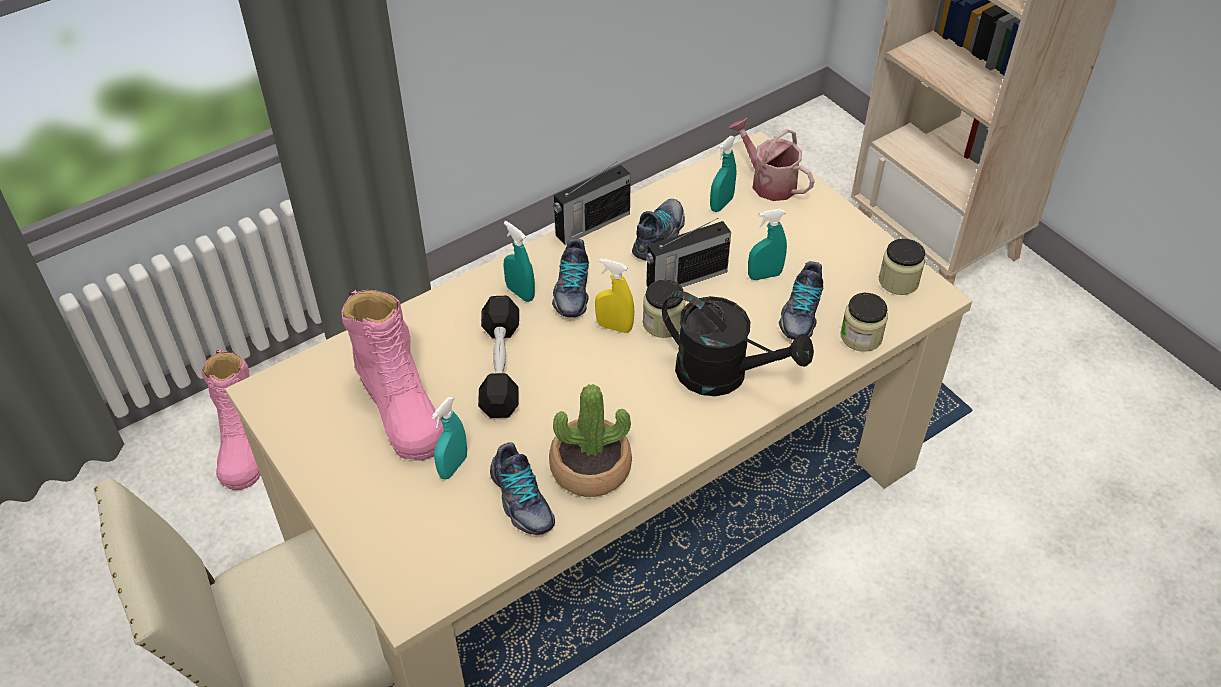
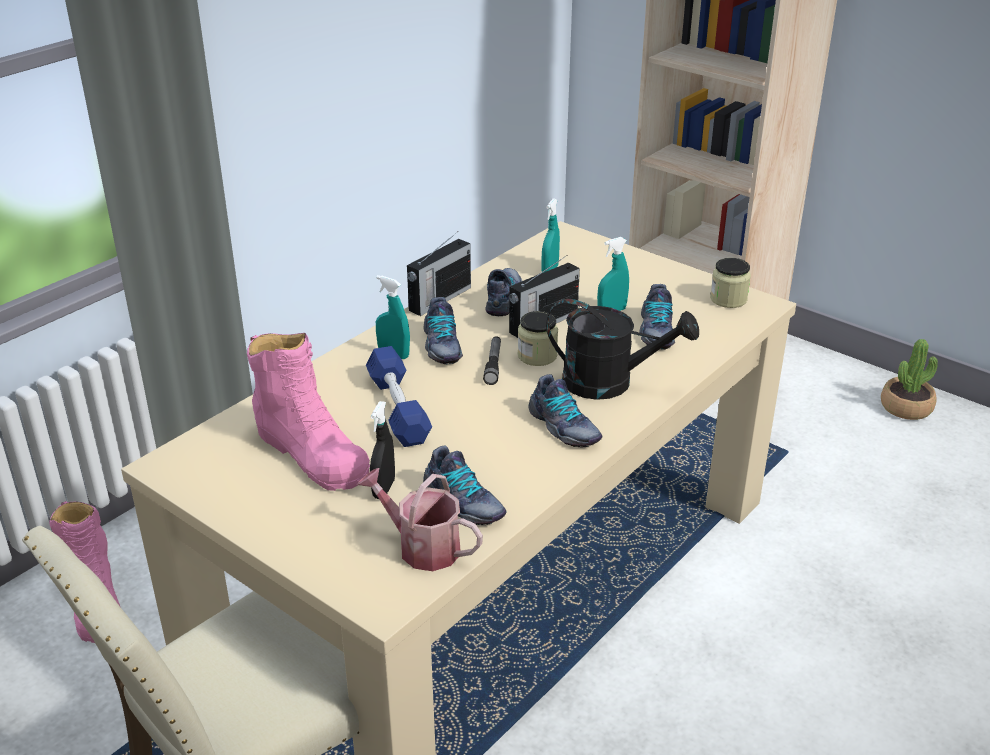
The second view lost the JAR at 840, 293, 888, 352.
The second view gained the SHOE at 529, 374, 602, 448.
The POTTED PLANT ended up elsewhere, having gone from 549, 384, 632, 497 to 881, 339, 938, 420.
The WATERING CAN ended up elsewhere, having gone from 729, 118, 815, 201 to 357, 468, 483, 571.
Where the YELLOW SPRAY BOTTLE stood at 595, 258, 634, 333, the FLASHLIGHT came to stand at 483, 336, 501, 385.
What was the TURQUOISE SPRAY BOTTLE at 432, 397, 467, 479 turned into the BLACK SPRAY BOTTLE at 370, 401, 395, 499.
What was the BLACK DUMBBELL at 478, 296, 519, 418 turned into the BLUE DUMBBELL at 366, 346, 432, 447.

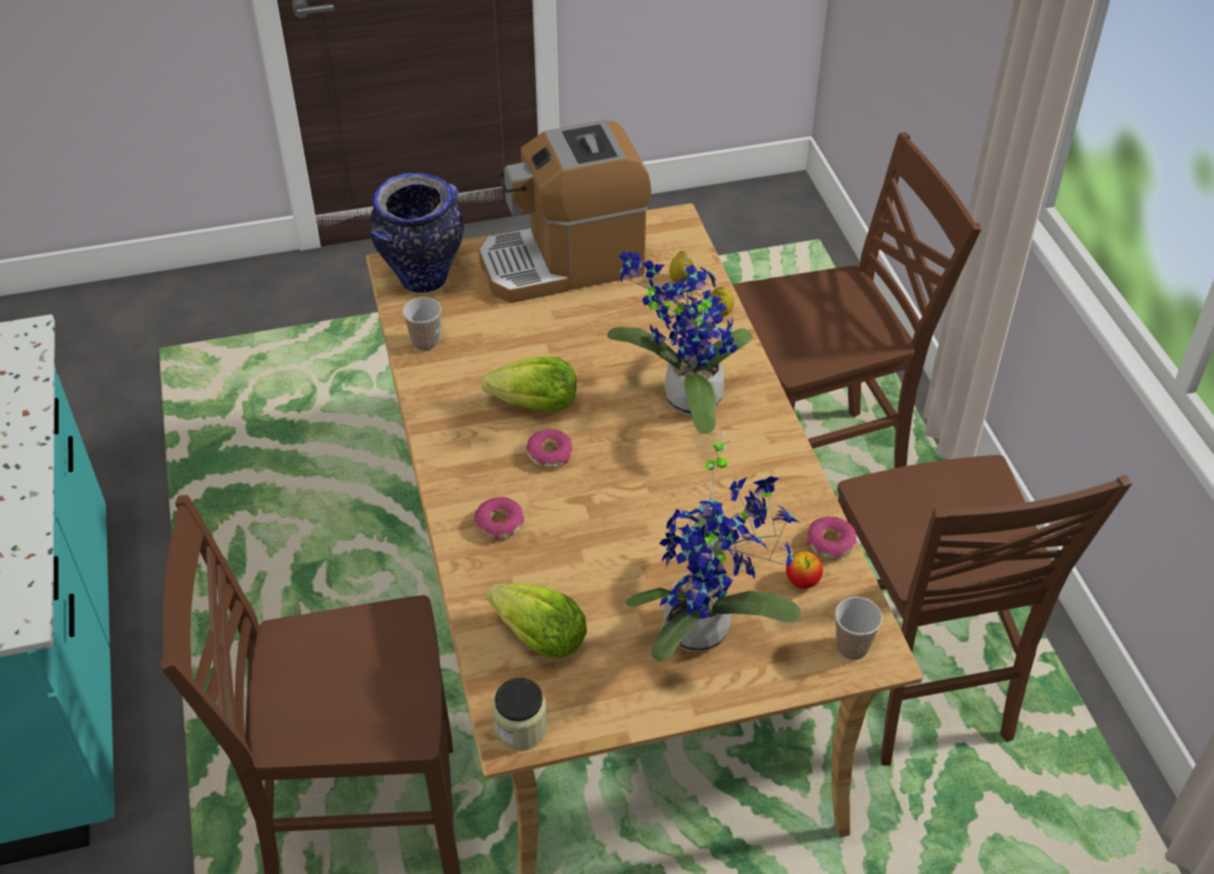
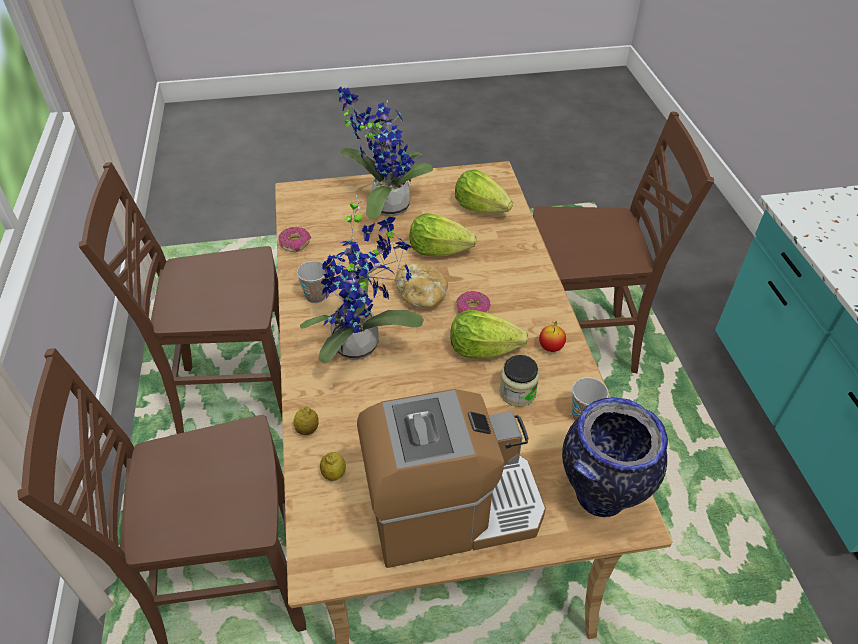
The second view lost the DONUT at 474, 497, 524, 539.
The second view gained the BREAD at 396, 263, 448, 308.
The second view gained the LETTUCE at 410, 213, 477, 256.
The JAR ended up elsewhere, having gone from 492, 678, 547, 751 to 499, 355, 539, 407.
The APPLE ended up elsewhere, having gone from 786, 551, 823, 589 to 539, 321, 566, 352.
The CUP ended up elsewhere, having gone from 835, 597, 883, 660 to 297, 261, 327, 303.
The BROWN CHAIR at 837, 455, 1132, 766 ended up facing another way, 90 degrees counterclockwise from before.

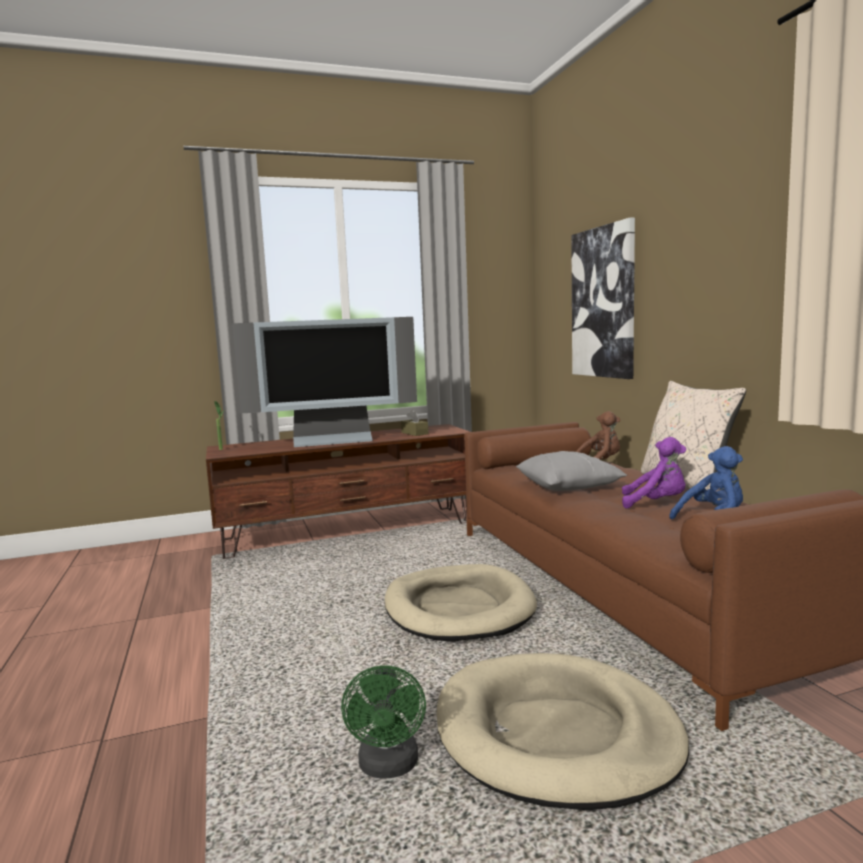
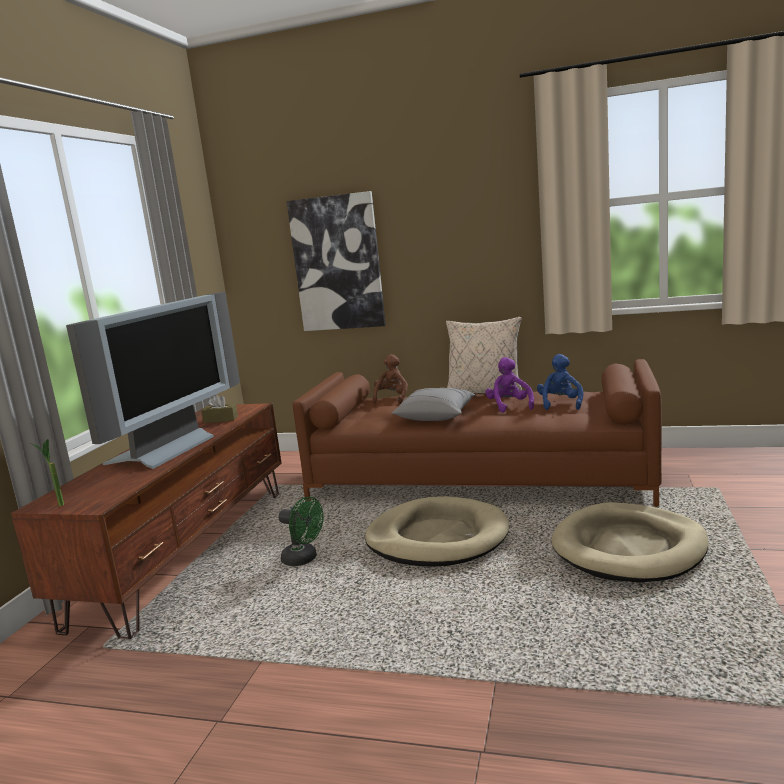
The GREEN FAN ended up elsewhere, having gone from 341, 665, 426, 778 to 278, 497, 324, 566.
The PURPLE PLUSH TOY at 622, 437, 686, 509 ended up facing another way, 60 degrees counterclockwise from before.

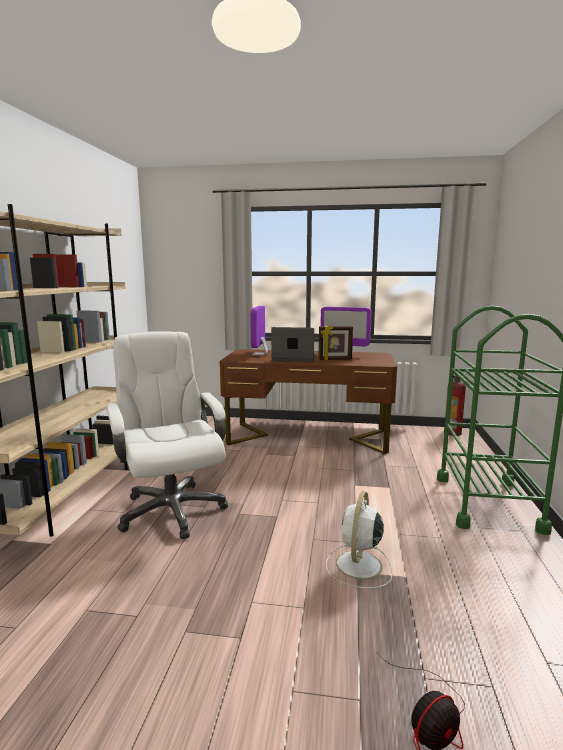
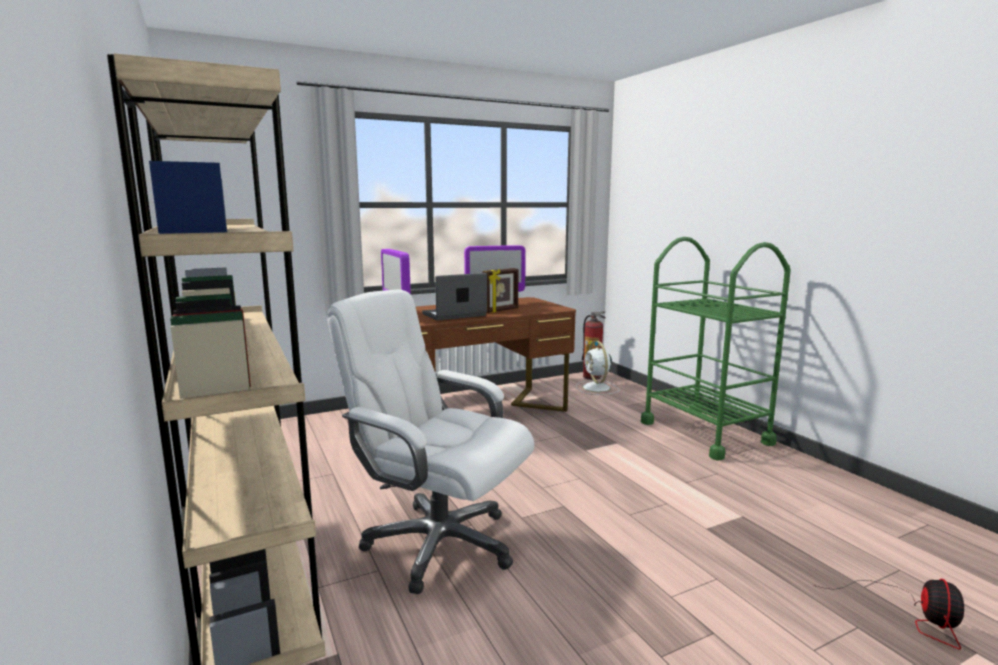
The WHITE FAN ended up elsewhere, having gone from 326, 491, 393, 589 to 576, 341, 619, 395.

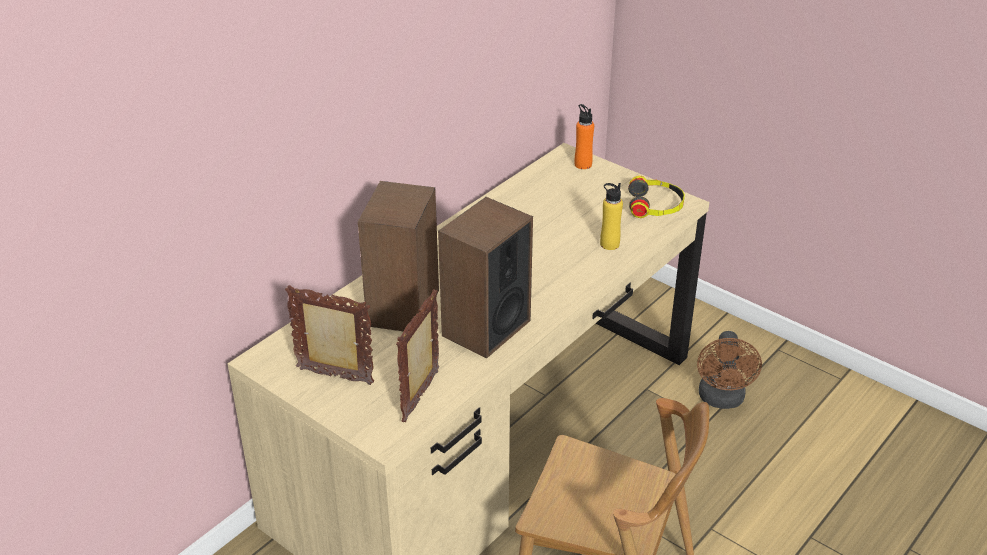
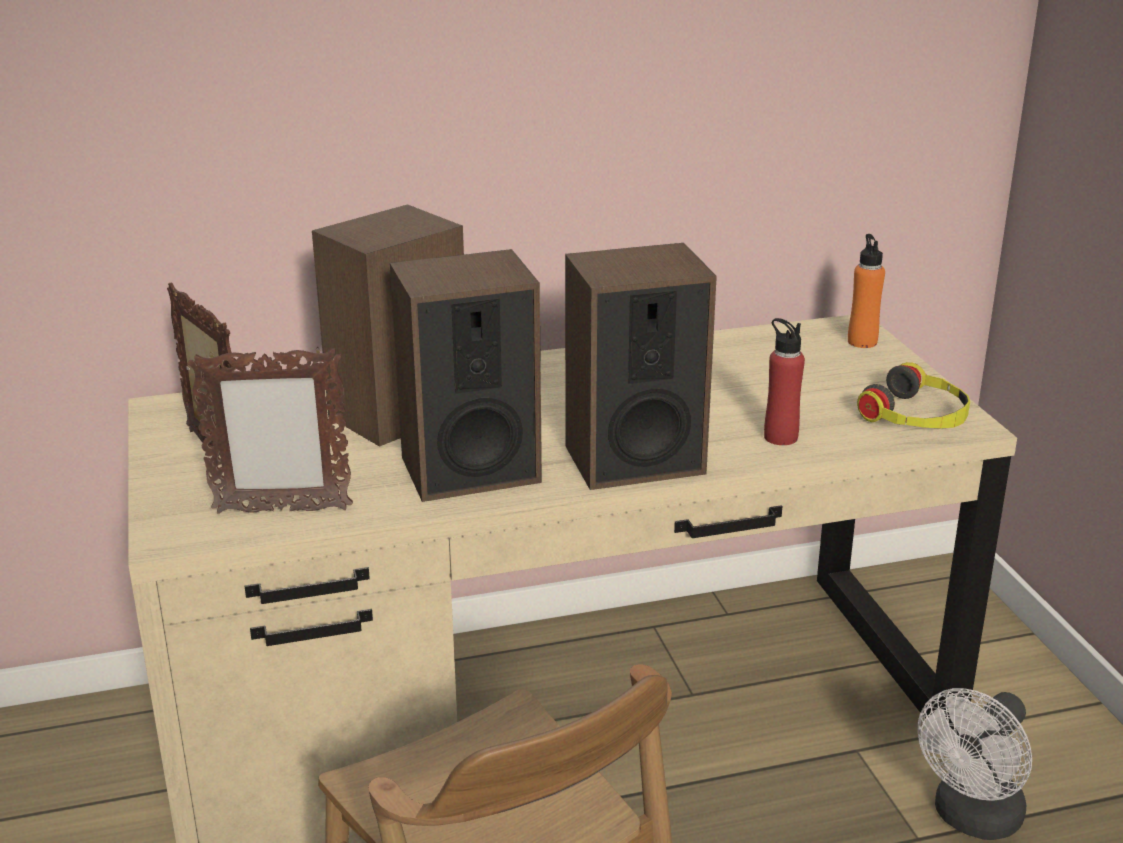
The second view gained the SPEAKER at 565, 243, 717, 490.
What was the YELLOW BOTTLE at 600, 183, 623, 250 turned into the RED BOTTLE at 764, 318, 805, 445.
What was the BROWN FAN at 697, 331, 762, 409 turned into the WHITE FAN at 918, 688, 1032, 840.
The PICTURE FRAME at 396, 289, 439, 422 ended up facing another way, 150 degrees counterclockwise from before.

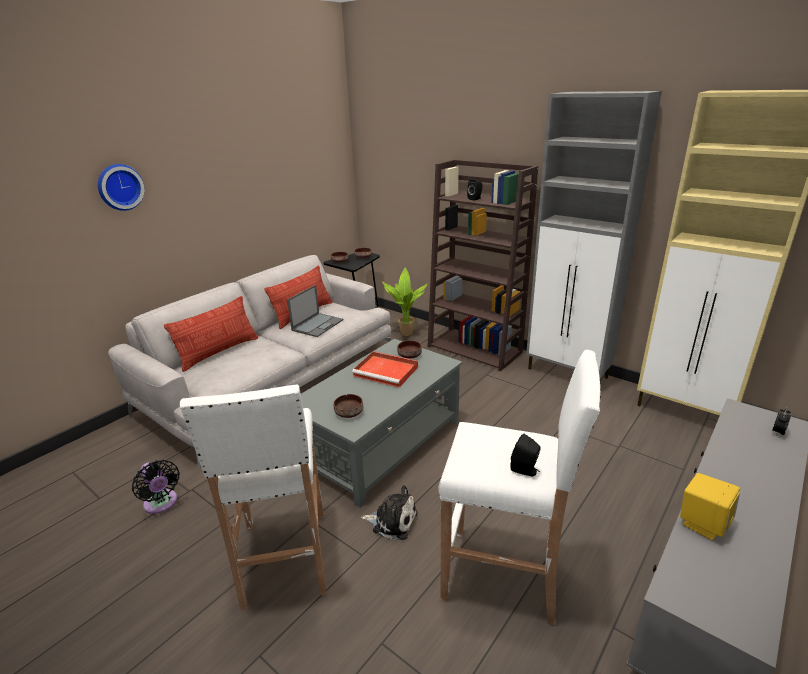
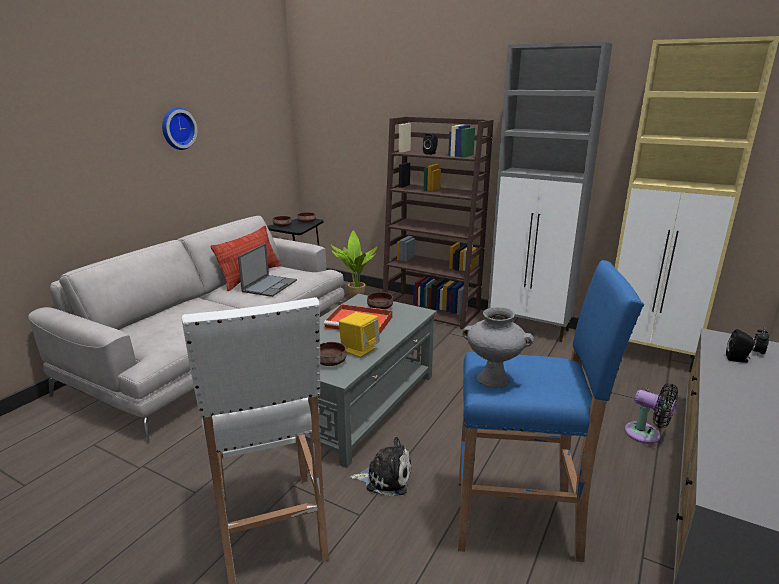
The second view lost the PILLOW at 164, 296, 259, 372.
The second view gained the GREY VASE at 462, 307, 534, 388.
The WALL CLOCK ended up elsewhere, having gone from 98, 164, 145, 211 to 162, 107, 197, 150.
The BLACK FAN ended up elsewhere, having gone from 132, 460, 180, 514 to 625, 384, 678, 444.
The BLACK SPEAKER ended up elsewhere, having gone from 511, 433, 541, 477 to 726, 329, 755, 363.
The YELLOW SPEAKER ended up elsewhere, having gone from 680, 473, 740, 541 to 339, 312, 380, 357.
What was the WHITE STOOL at 438, 350, 601, 625 turned into the BLUE STOOL at 458, 260, 644, 562.

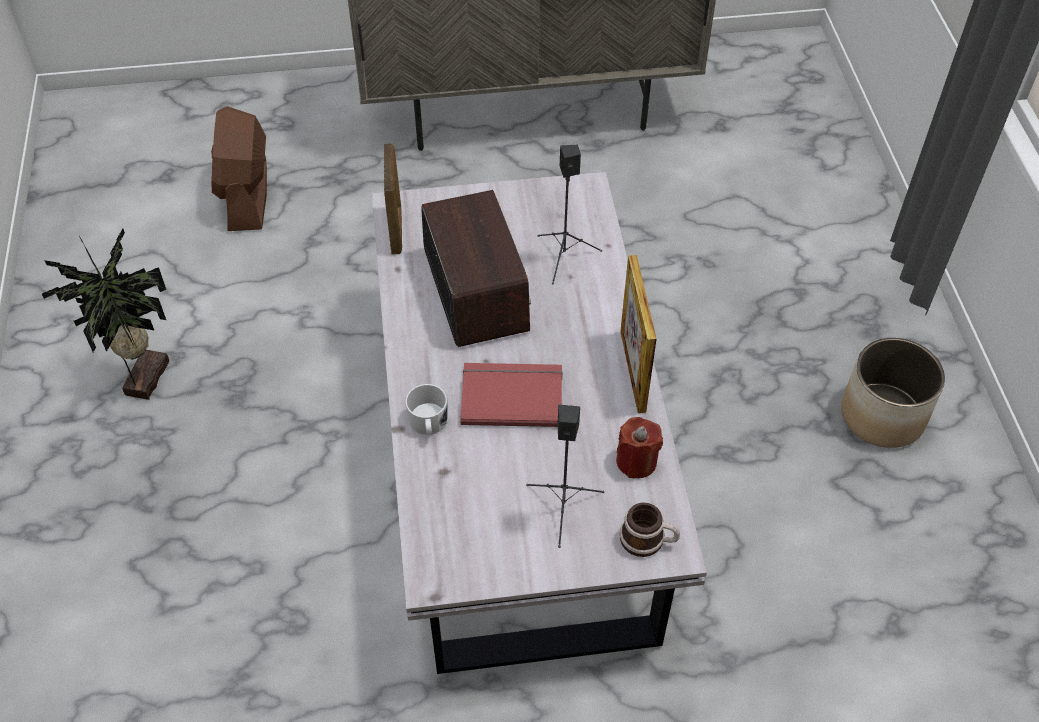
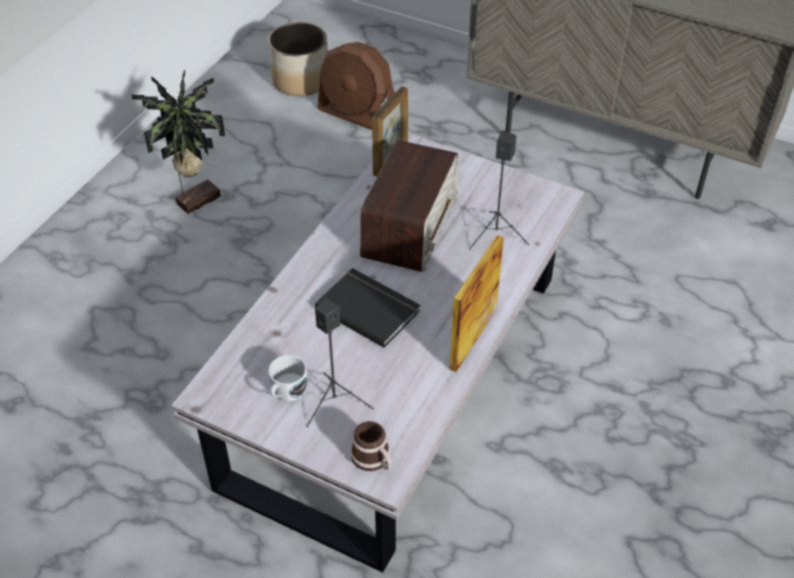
The second view lost the RED CANDLE at 616, 417, 663, 478.
The WHITE MUG ended up elsewhere, having gone from 405, 384, 447, 435 to 268, 355, 307, 401.
The PLANTER ended up elsewhere, having gone from 841, 338, 945, 448 to 268, 22, 328, 96.
What was the RED BOOK at 460, 363, 562, 427 turned into the BLACK BOOK at 315, 268, 420, 348.
The BROWN FAN at 211, 106, 267, 231 ended up facing another way, 90 degrees counterclockwise from before.

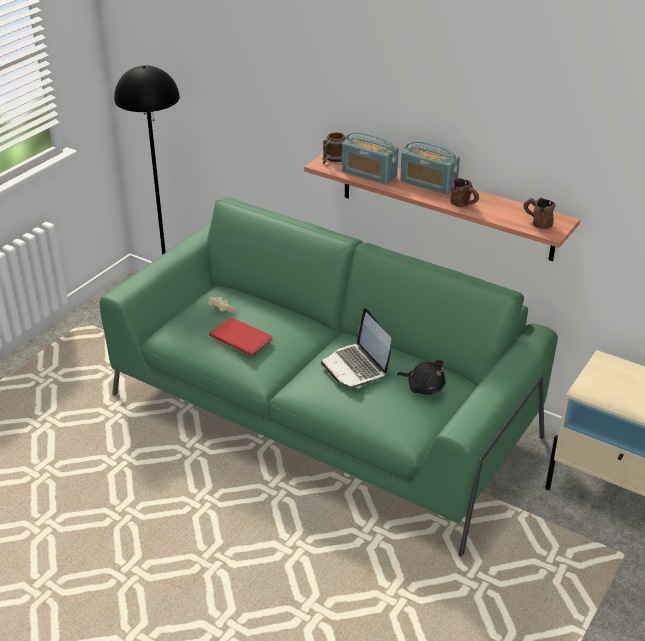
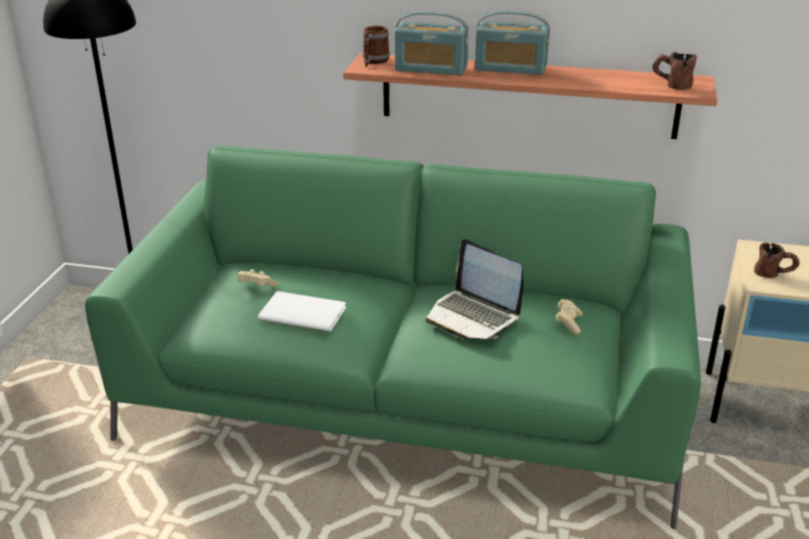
The BROWN MUG ended up elsewhere, having gone from 450, 178, 479, 207 to 754, 242, 800, 278.
Where the BLACK PLUSH TOY stood at 397, 360, 446, 395, the BEIGE GAME CONTROLLER came to stand at 556, 299, 583, 335.
What was the RED BOOK at 209, 317, 273, 356 turned into the WHITE BOOK at 258, 291, 346, 331.

